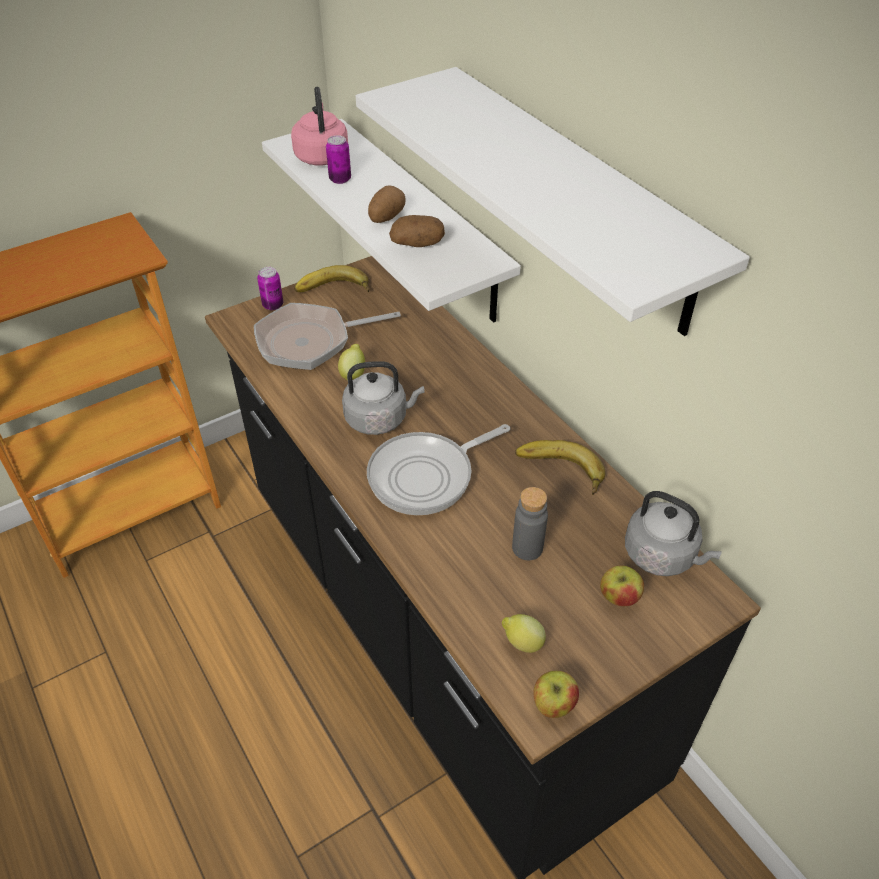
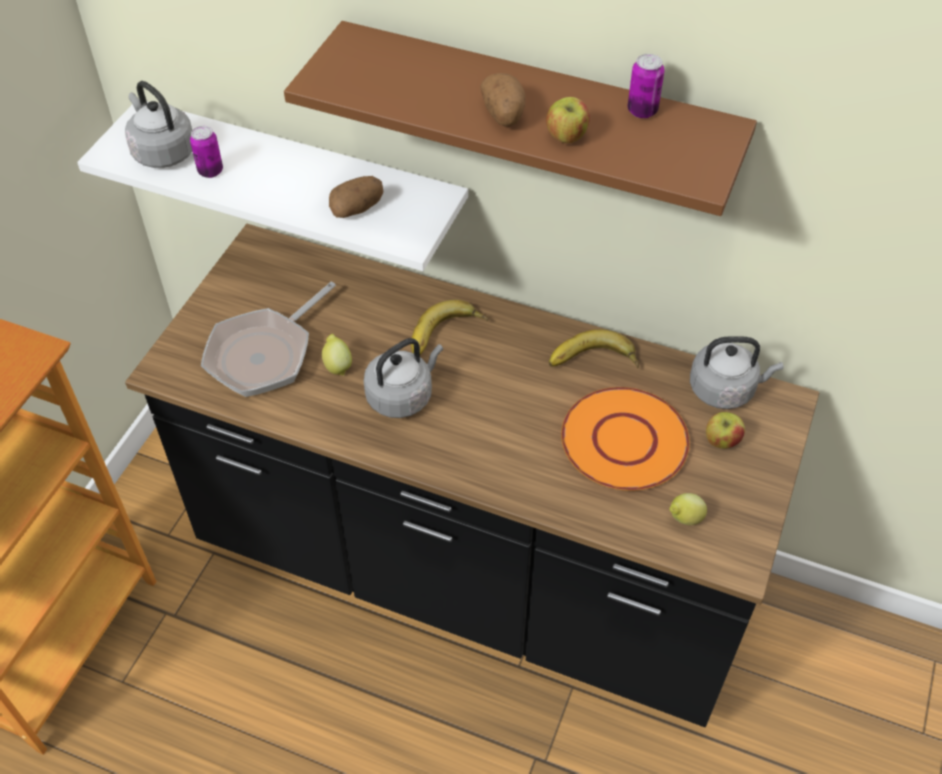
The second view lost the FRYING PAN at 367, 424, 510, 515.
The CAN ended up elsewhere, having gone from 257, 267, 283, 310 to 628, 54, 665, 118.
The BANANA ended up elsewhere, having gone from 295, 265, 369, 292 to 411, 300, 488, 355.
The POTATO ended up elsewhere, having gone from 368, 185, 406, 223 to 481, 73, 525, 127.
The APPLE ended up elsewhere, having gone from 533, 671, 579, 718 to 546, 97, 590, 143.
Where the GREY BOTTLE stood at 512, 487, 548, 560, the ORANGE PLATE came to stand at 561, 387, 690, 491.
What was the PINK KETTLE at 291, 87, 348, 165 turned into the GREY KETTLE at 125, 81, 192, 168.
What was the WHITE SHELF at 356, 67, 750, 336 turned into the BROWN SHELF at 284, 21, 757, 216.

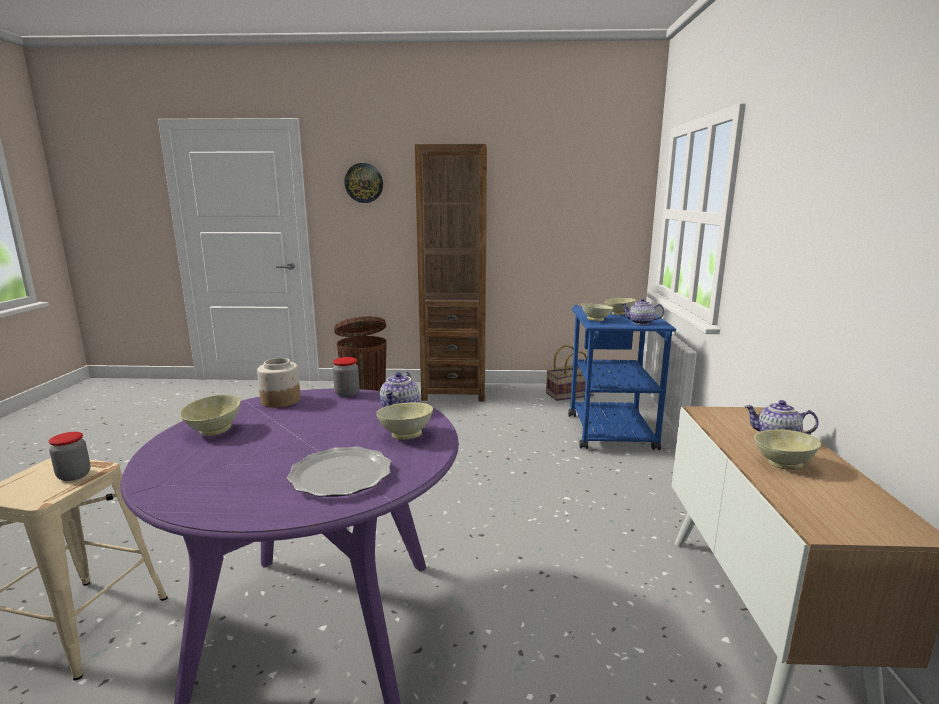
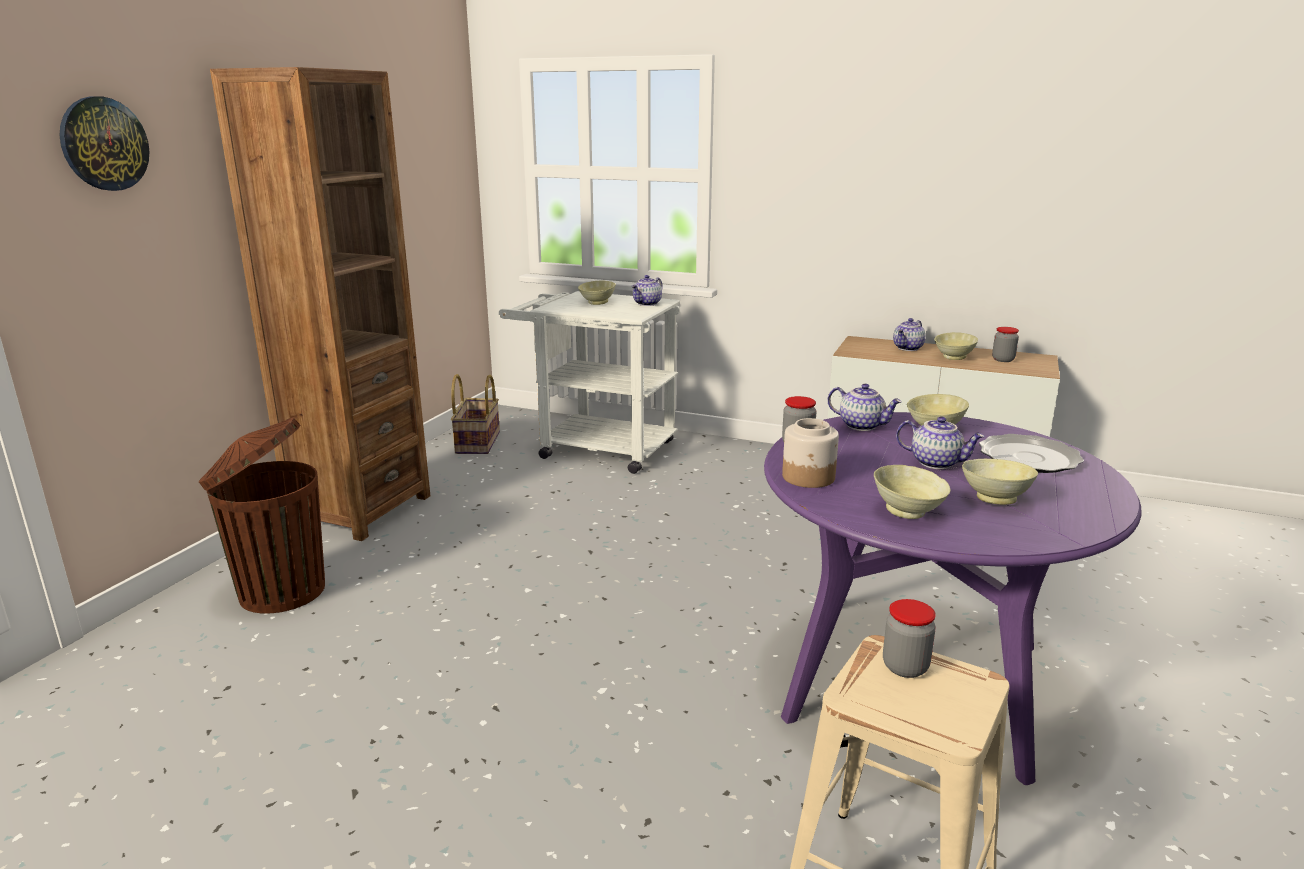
The second view gained the TEAPOT at 896, 416, 985, 469.
The second view gained the JAR at 992, 327, 1019, 362.
The BEIGE BOWL ended up elsewhere, having gone from 581, 303, 614, 321 to 962, 459, 1038, 505.
What was the BLUE CART at 568, 305, 676, 450 turned into the WHITE CART at 499, 291, 680, 474.

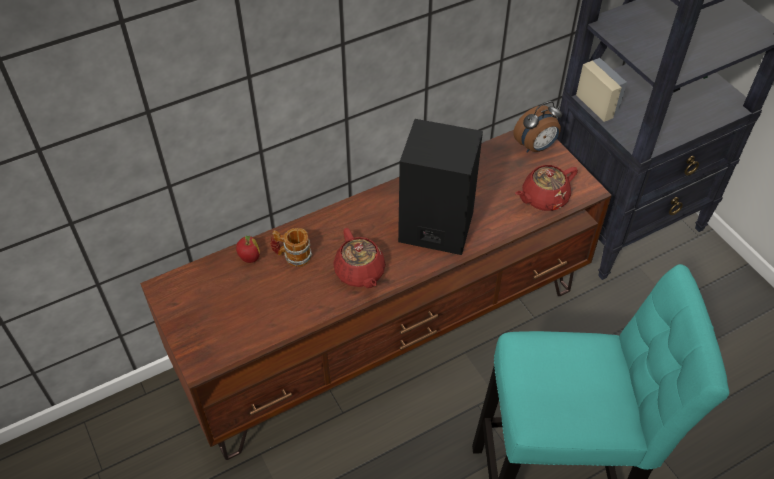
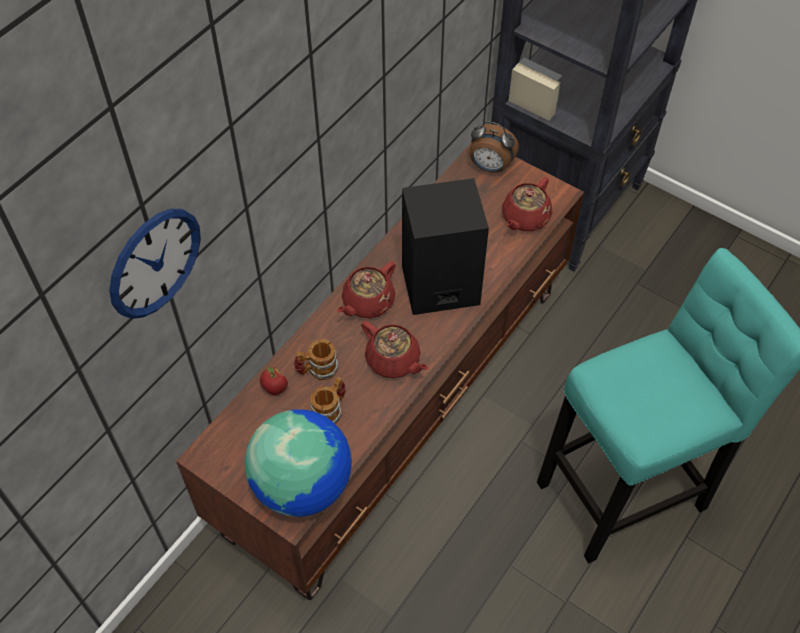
The second view gained the WALL CLOCK at 109, 209, 201, 319.
The second view gained the GLOBE at 245, 409, 352, 517.
The second view gained the MUG at 309, 377, 345, 424.
The second view gained the RED TEAPOT at 337, 261, 396, 318.
The ALARM CLOCK at 513, 101, 562, 152 ended up facing another way, 75 degrees clockwise from before.

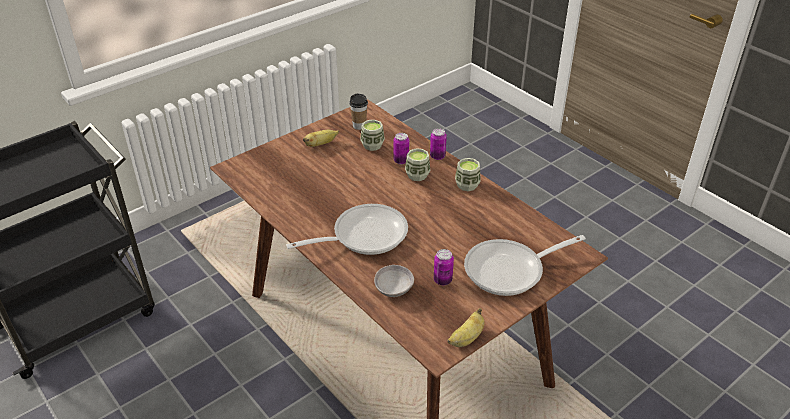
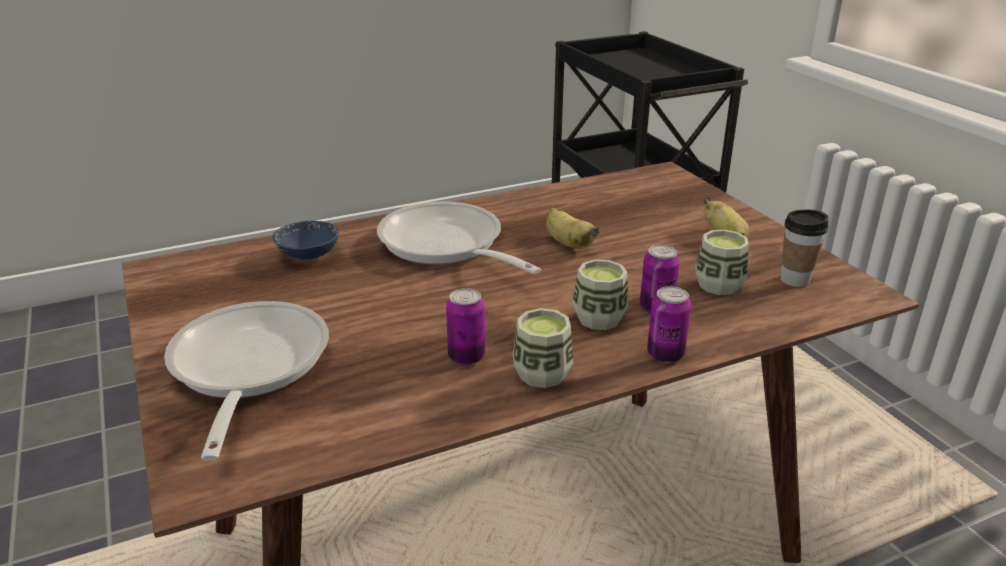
The CAN ended up elsewhere, having gone from 434, 249, 454, 285 to 446, 288, 486, 365.
The BANANA ended up elsewhere, having gone from 447, 308, 485, 347 to 546, 208, 600, 249.
What was the GREY BOWL at 374, 265, 414, 297 turned into the BLUE BOWL at 273, 221, 339, 259.
The FRYING PAN at 286, 204, 408, 255 ended up facing another way, 150 degrees clockwise from before.

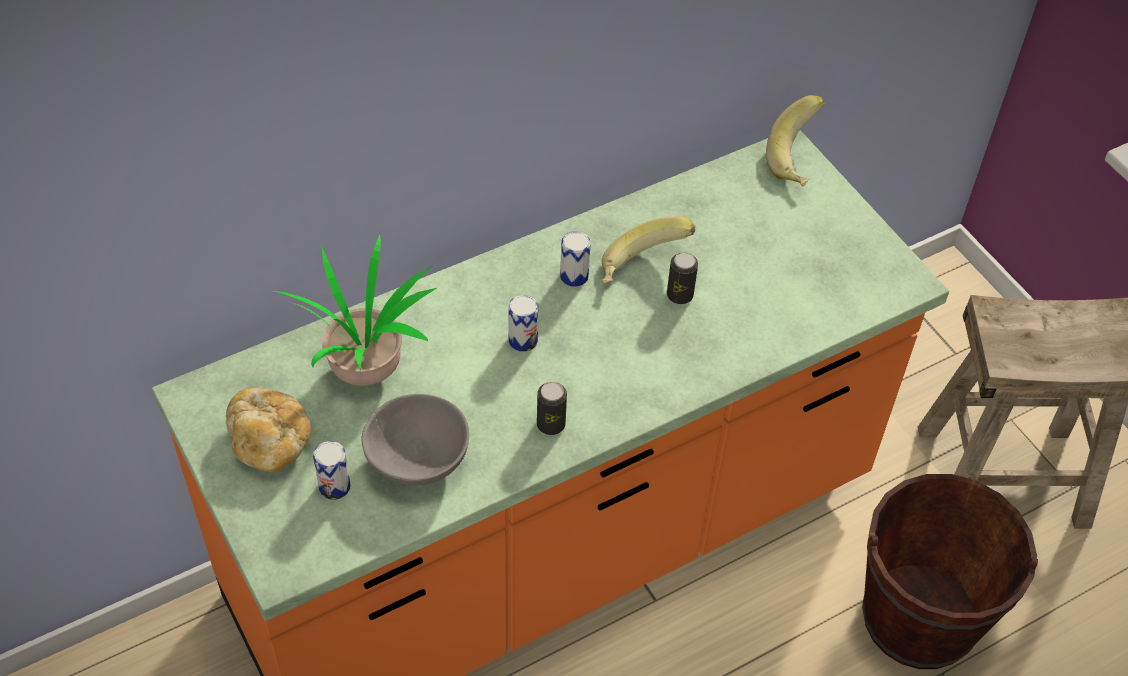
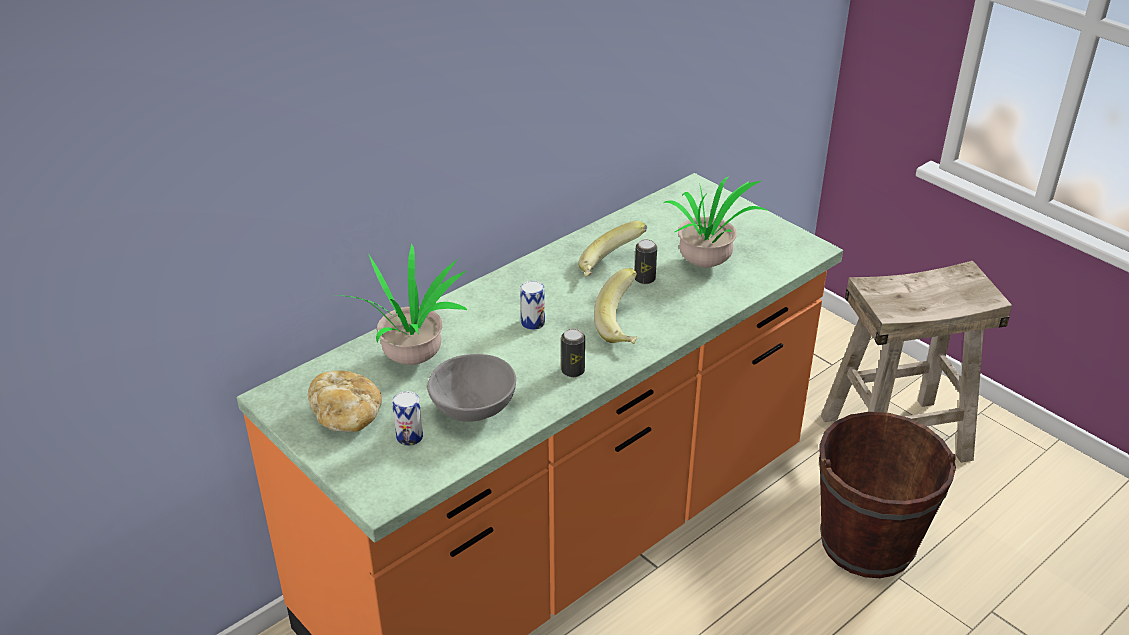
The second view lost the CAN at 560, 231, 591, 287.
The second view gained the POTTED PLANT at 664, 177, 768, 268.
The BANANA ended up elsewhere, having gone from 766, 95, 824, 186 to 594, 268, 637, 344.

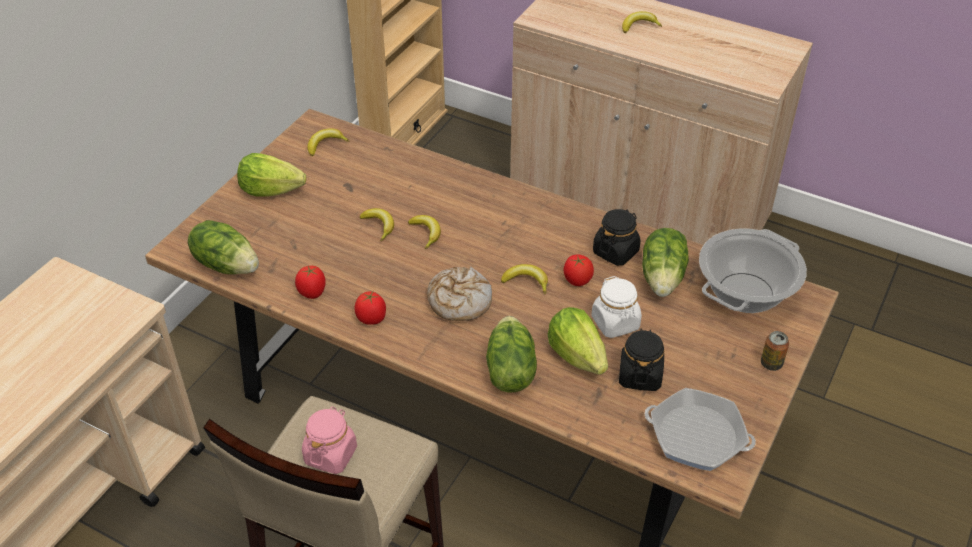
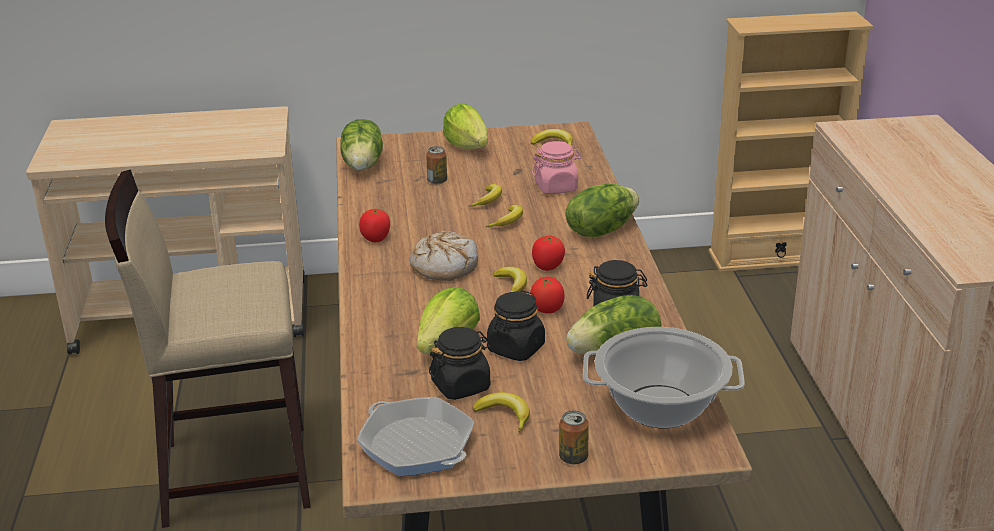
The second view gained the CAN at 426, 146, 447, 184.
The TOMATO ended up elsewhere, having gone from 295, 266, 326, 299 to 532, 235, 565, 271.
The PINK JAR ended up elsewhere, having gone from 302, 406, 357, 474 to 532, 141, 582, 194.
The LETTUCE ended up elsewhere, having gone from 486, 316, 537, 392 to 566, 183, 639, 237.
The BANANA ended up elsewhere, having gone from 622, 11, 662, 33 to 472, 392, 530, 432.
What was the WHITE JAR at 591, 276, 642, 338 turned into the BLACK JAR at 487, 290, 545, 361.
The FRYING PAN at 645, 388, 756, 471 ended up facing another way, 150 degrees clockwise from before.

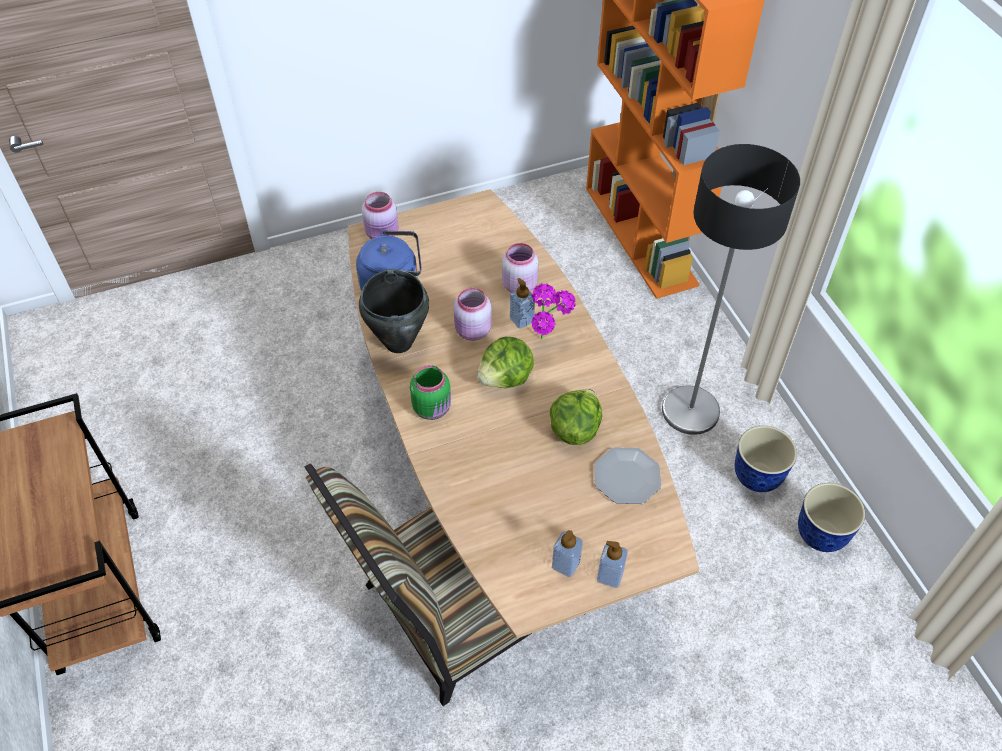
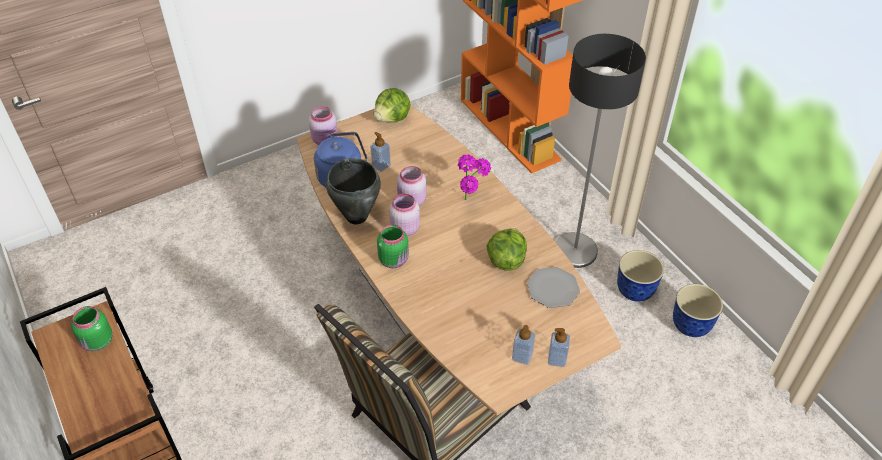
The second view gained the GREEN JAR at 71, 306, 113, 351.
The LETTUCE ended up elsewhere, having gone from 477, 337, 534, 388 to 374, 88, 411, 123.
The PINK JAR ended up elsewhere, having gone from 502, 243, 538, 293 to 389, 194, 420, 236.
The SOAP DISPENSER ended up elsewhere, having gone from 510, 278, 535, 329 to 370, 132, 391, 172.

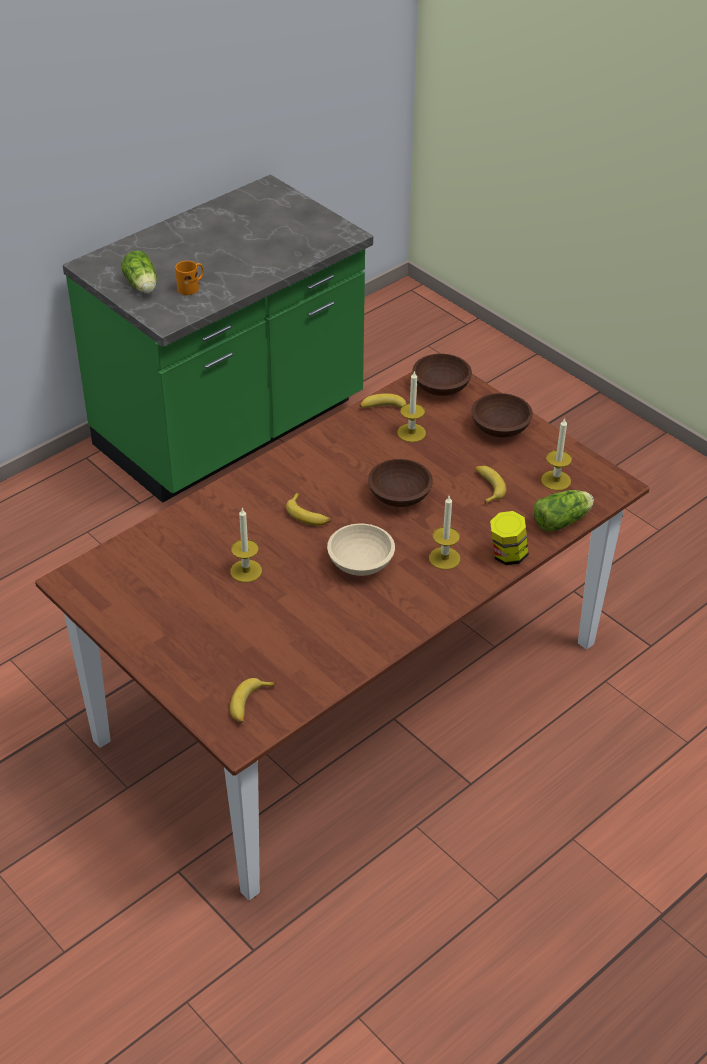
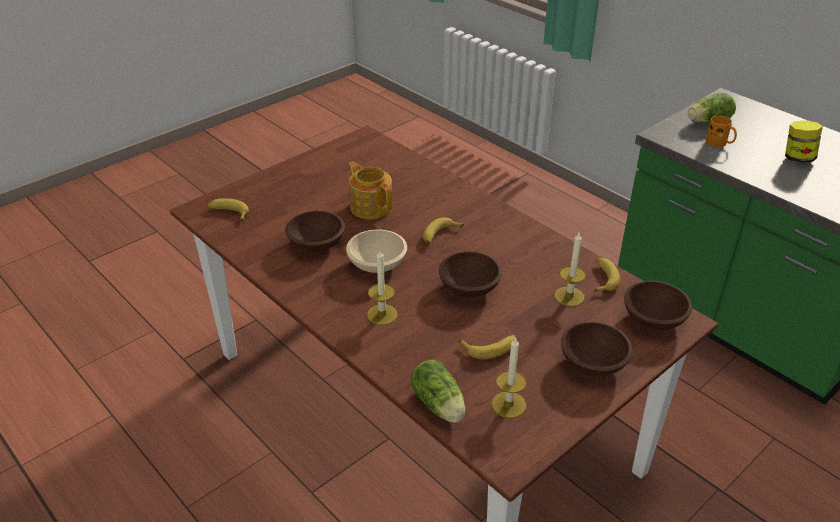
The second view gained the BROWN BOWL at 285, 211, 345, 252.
The JAR ended up elsewhere, having gone from 490, 511, 529, 565 to 785, 120, 823, 163.
Where the CANDLE stood at 230, 507, 262, 583, the TEAPOT came to stand at 348, 161, 393, 219.

